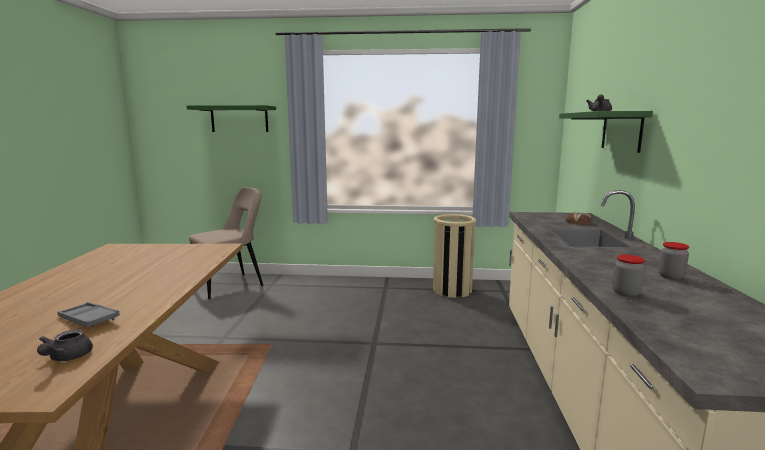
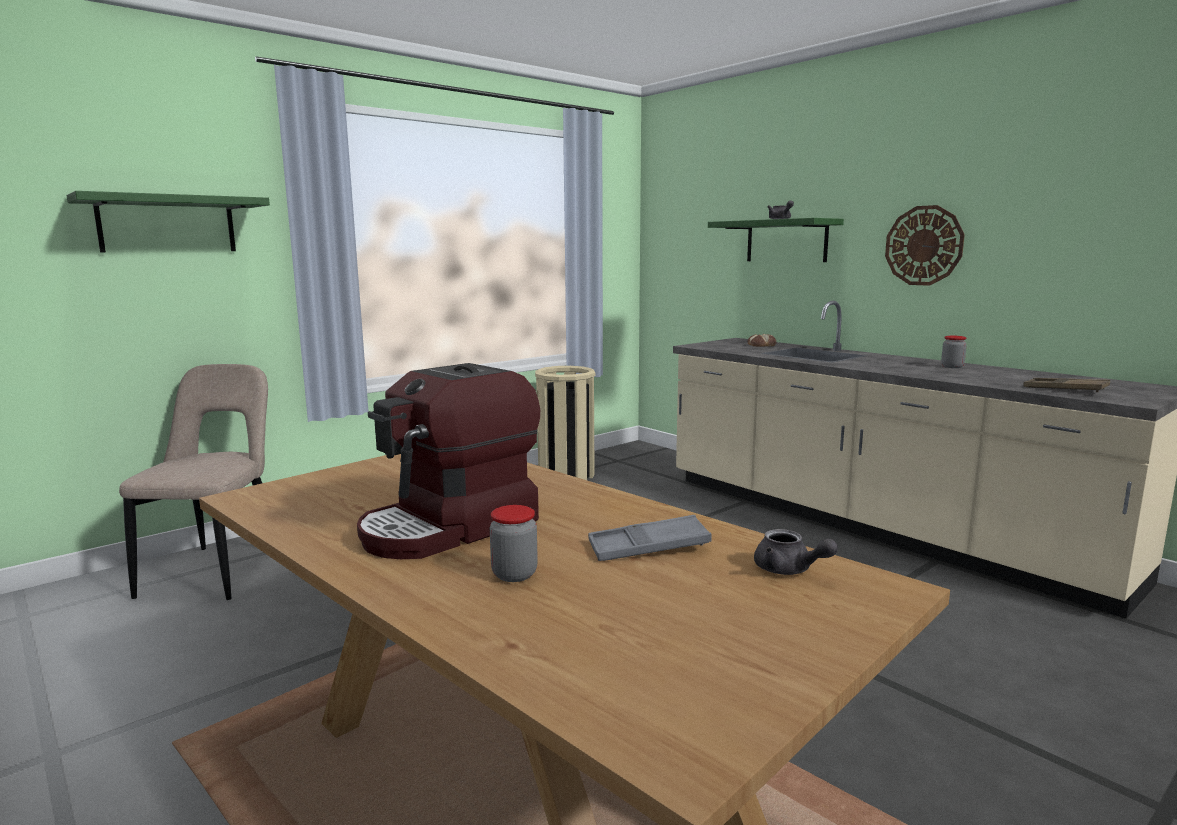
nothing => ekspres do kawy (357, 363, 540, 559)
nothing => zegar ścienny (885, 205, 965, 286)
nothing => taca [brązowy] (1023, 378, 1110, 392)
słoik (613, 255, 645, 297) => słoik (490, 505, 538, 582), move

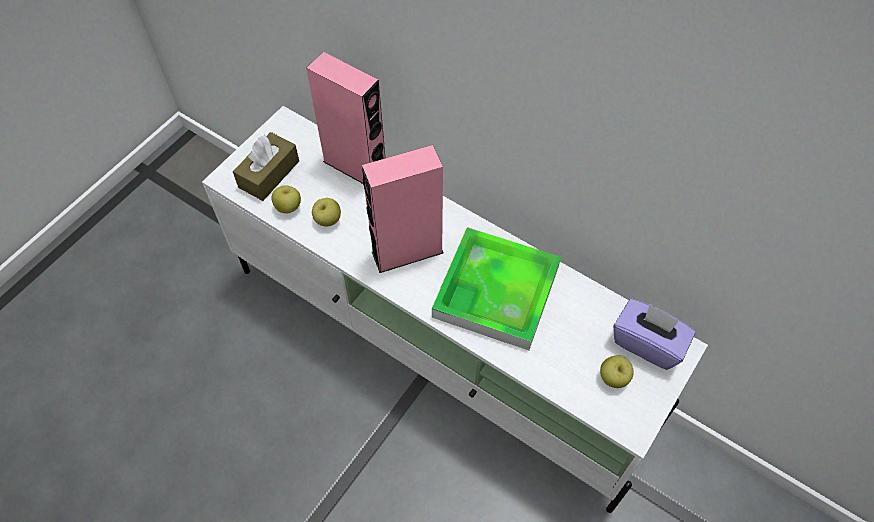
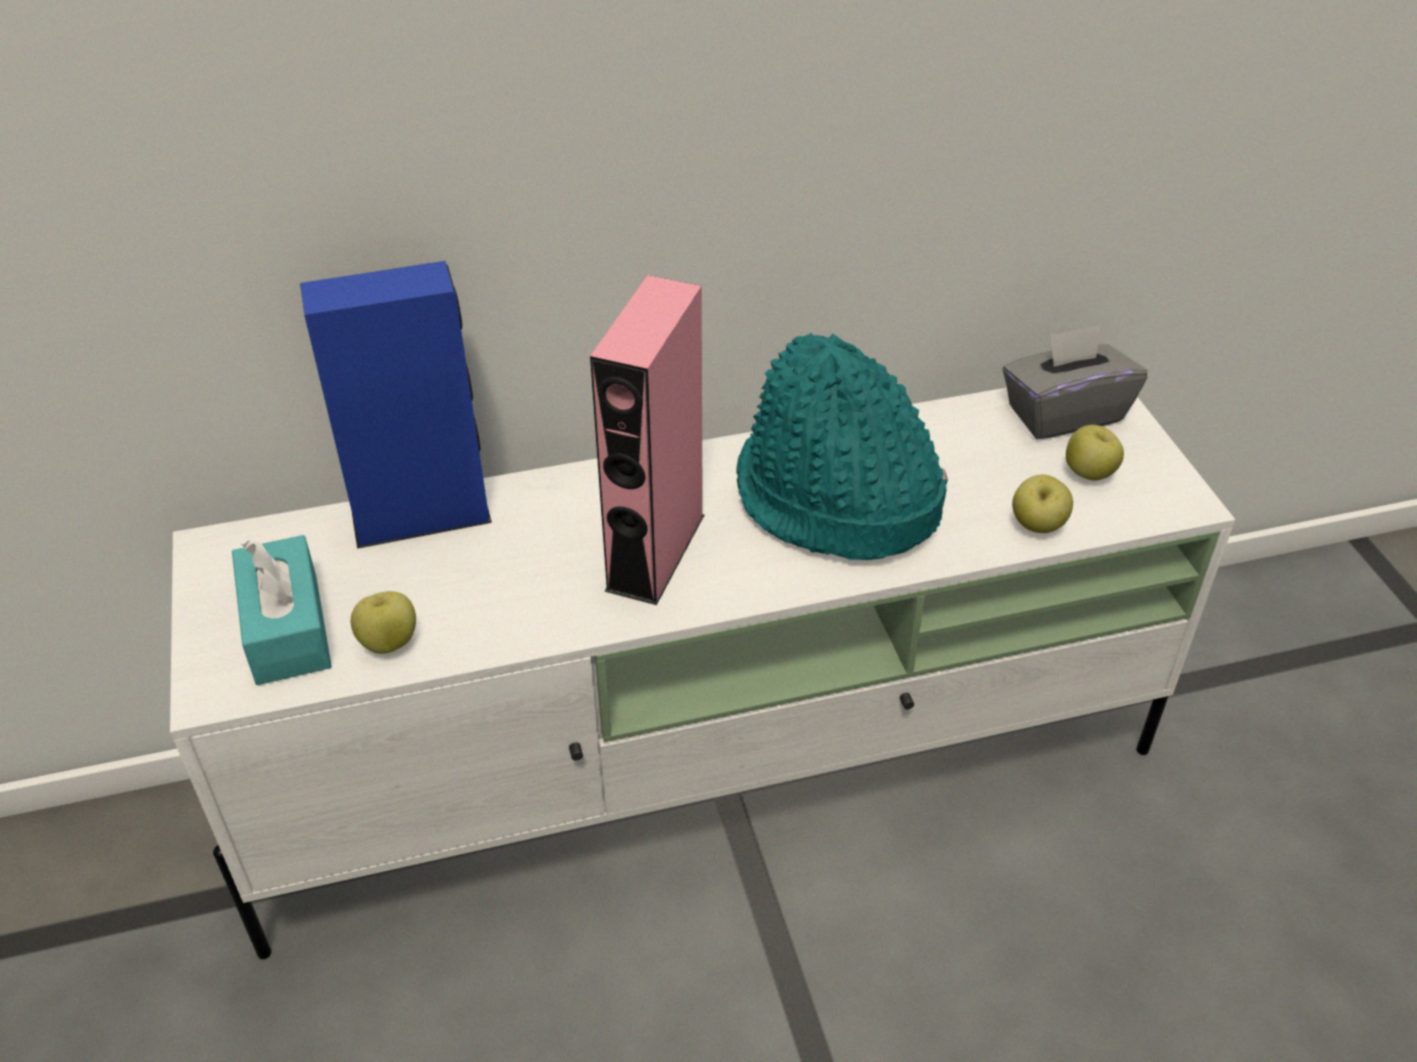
jabłko (312, 198, 341, 227) => jabłko (1012, 475, 1073, 533), move
taca (432, 227, 561, 350) => kapelusz [turkusowy] (736, 333, 948, 560)
pudełko chusteczek [brązowy] (233, 132, 299, 201) => pudełko chusteczek [turkusowy] (232, 535, 332, 685)
głośnik [różowy] (306, 52, 385, 184) => głośnik [niebieski] (300, 261, 492, 549)
pudełko chusteczek [fioletowy] (613, 299, 695, 370) => pudełko chusteczek [szary] (1003, 326, 1147, 439)

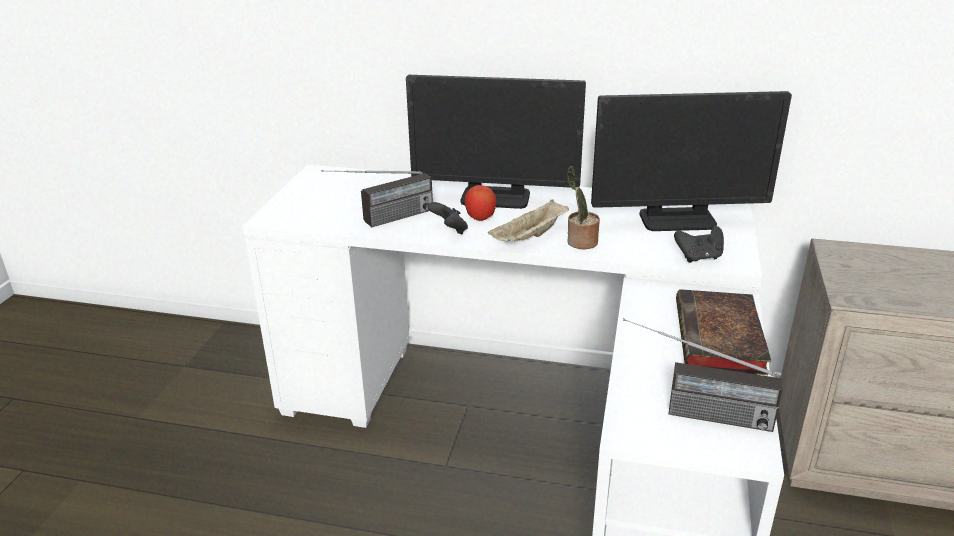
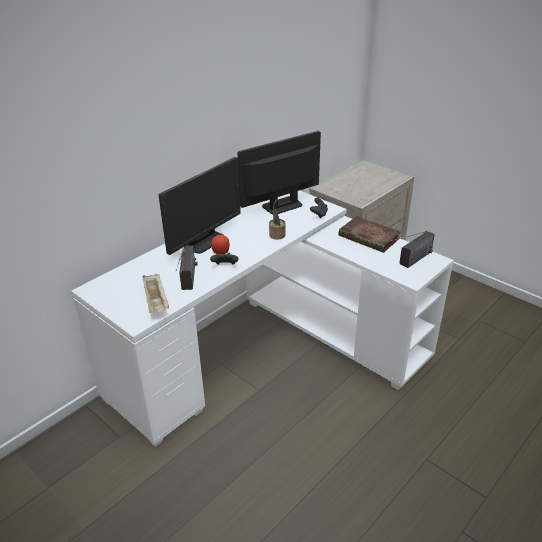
taca [beżowy] (488, 199, 569, 242) => taca [beżowy] (143, 274, 169, 313), move
monitor (591, 91, 792, 231) => monitor (237, 131, 321, 214), 150 degrees counterclockwise

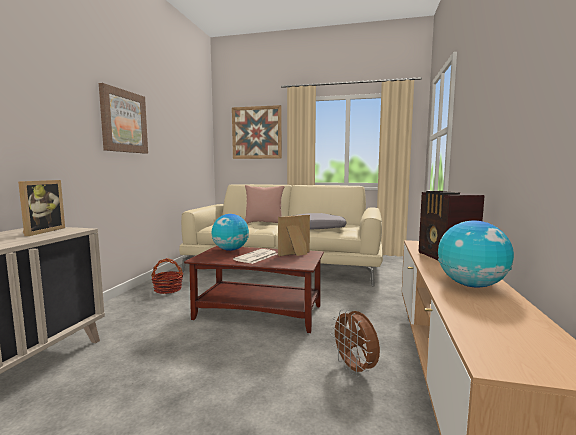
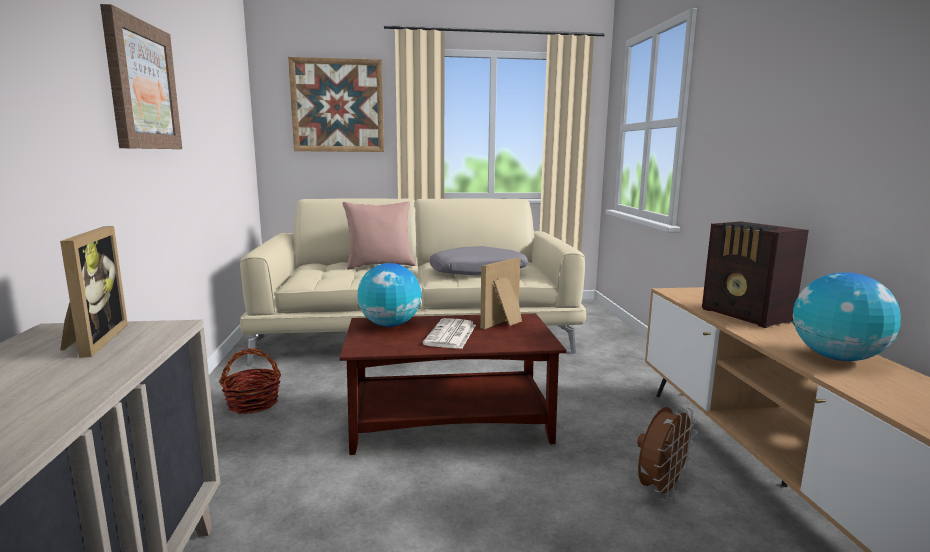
wentylator [brązowy] (330, 309, 380, 377) => wentylator [brązowy] (637, 407, 698, 501), 90 degrees counterclockwise

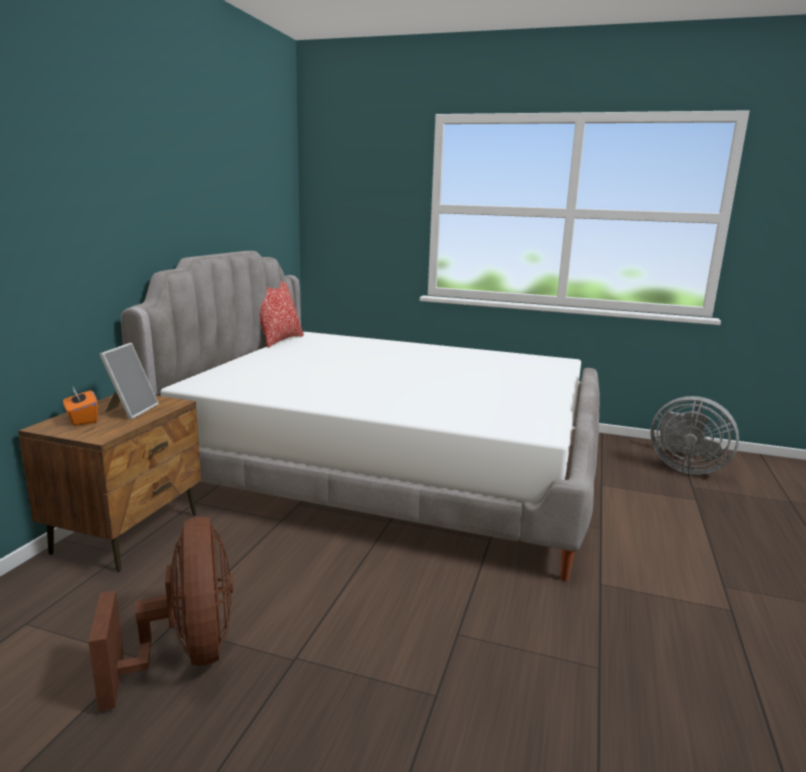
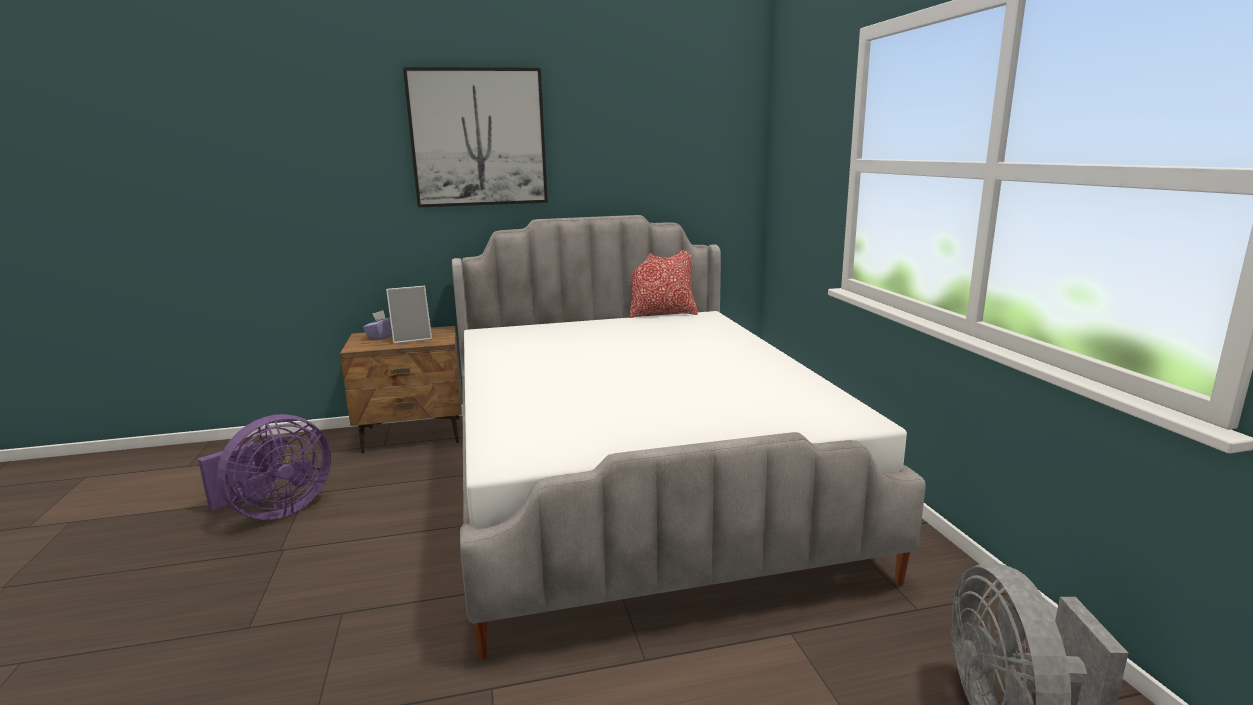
nothing => obraz (403, 67, 548, 207)
pudełko chusteczek [pomarańczowy] (63, 387, 98, 426) => pudełko chusteczek [fioletowy] (363, 310, 392, 340)
wentylator [brązowy] (88, 517, 233, 711) => wentylator [fioletowy] (198, 414, 331, 520)

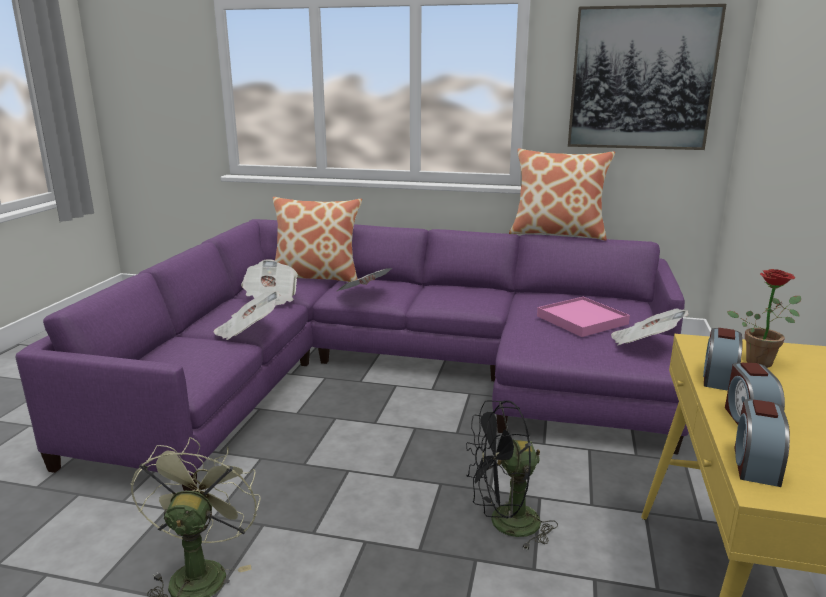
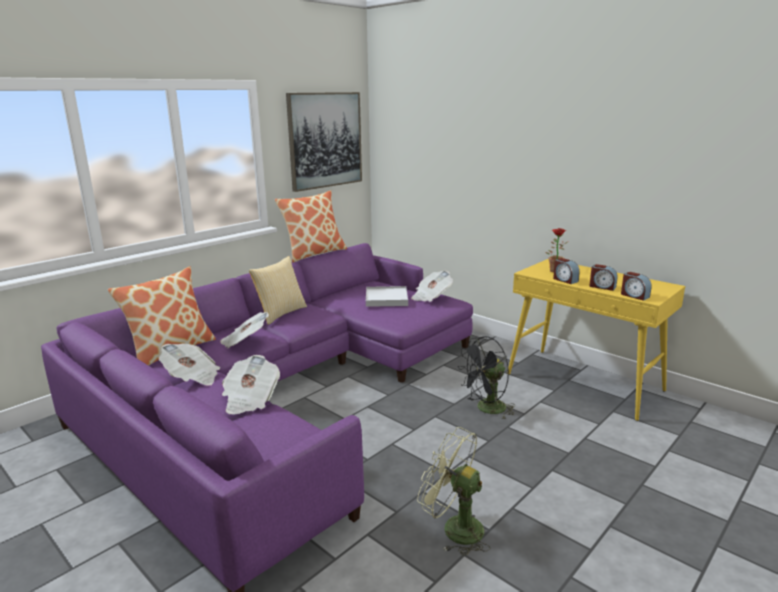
nothing => poduszka (249, 256, 307, 325)
taca [różowy] (537, 297, 630, 337) => taca [biały] (366, 286, 408, 307)
wentylator [czarny] (466, 400, 558, 551) => wentylator [czarny] (458, 336, 515, 419), 45 degrees clockwise

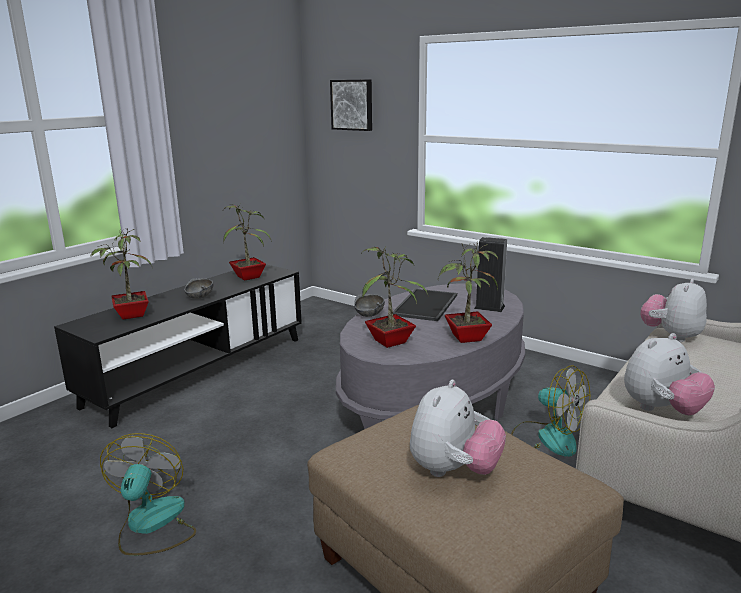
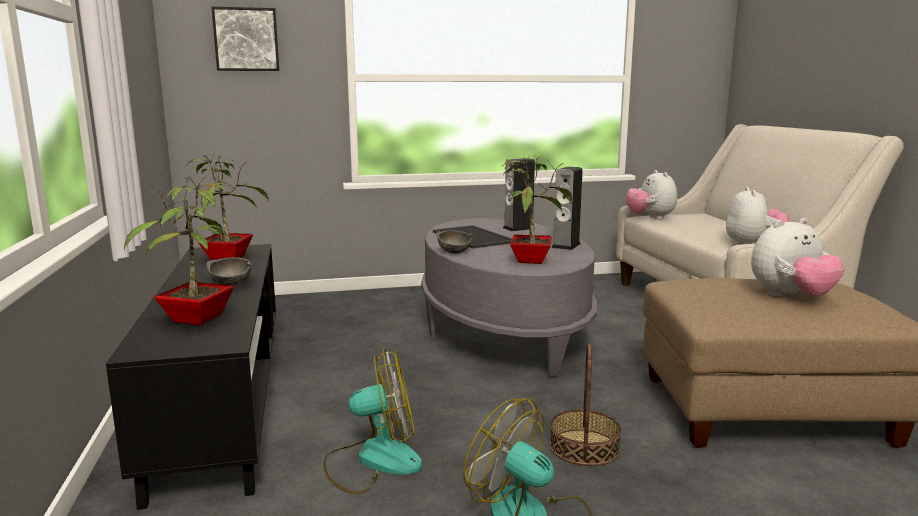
nothing => koszyk (550, 344, 621, 466)
wentylator (511, 366, 590, 457) => wentylator (323, 348, 422, 494), move
roślina doniczkowa (438, 242, 498, 343) => głośnik (551, 167, 583, 250)
pluszak (410, 380, 506, 477) => pluszak (751, 218, 845, 297), 90 degrees clockwise

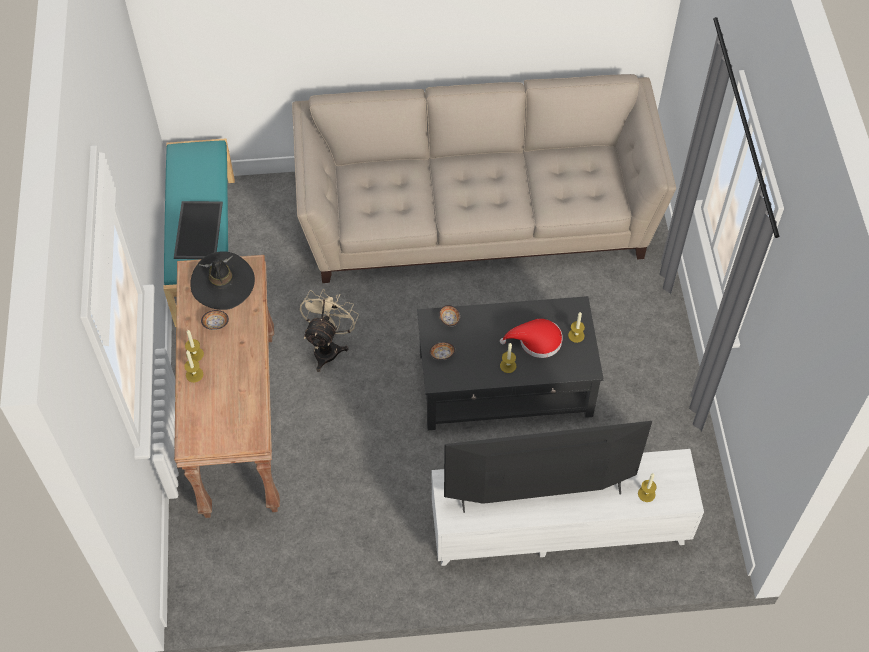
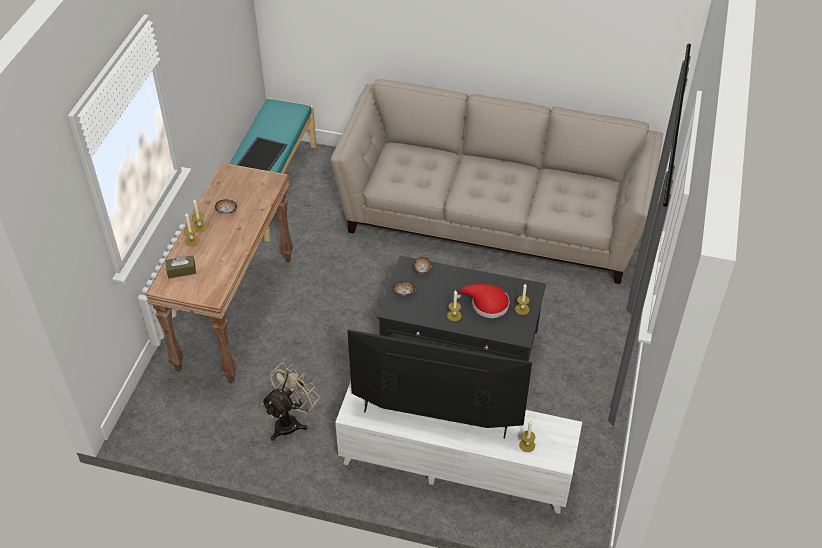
kapelusz [czarny] (190, 251, 255, 310) => nothing
nothing => pudełko chusteczek [brązowy] (165, 256, 196, 278)
wentylator [beżowy] (300, 289, 359, 372) => wentylator [beżowy] (261, 363, 320, 441), move

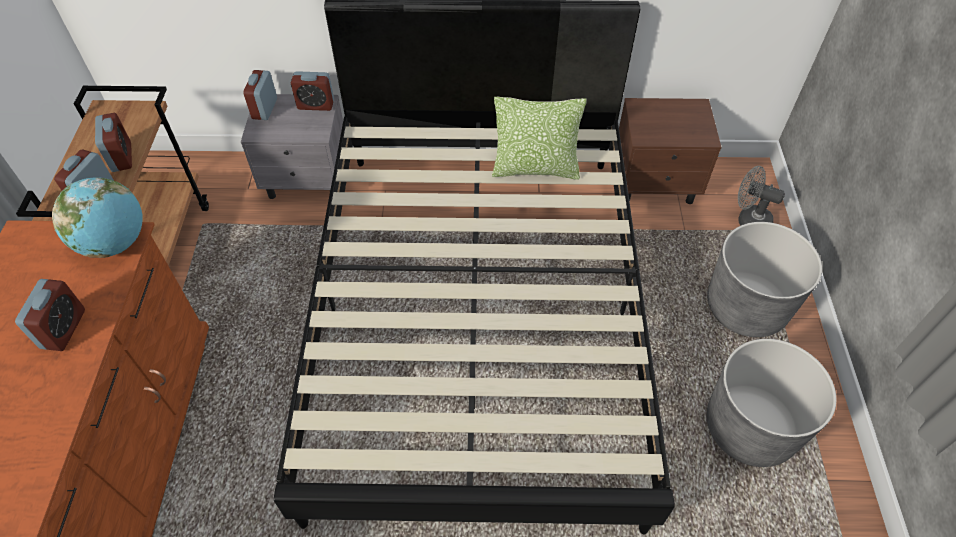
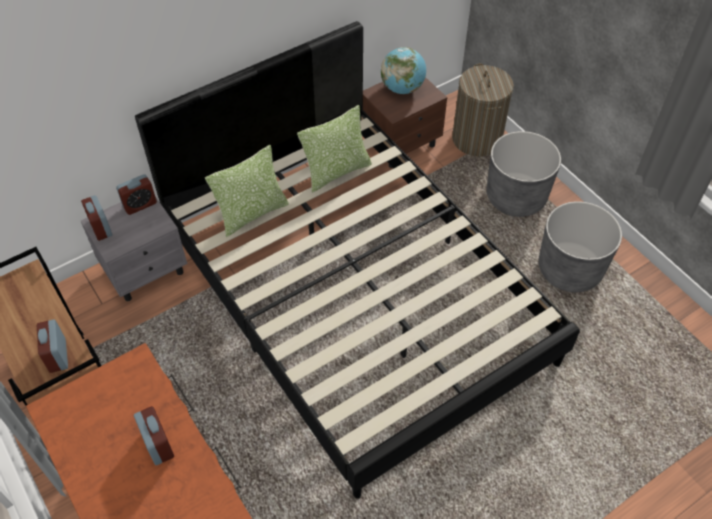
budzik (95, 113, 132, 172) => nothing
nothing => poduszka (205, 145, 289, 237)
globus (52, 177, 143, 258) => globus (381, 47, 426, 94), move
wentylator [szary] (738, 166, 785, 226) => kosz na pranie (452, 64, 514, 156)

